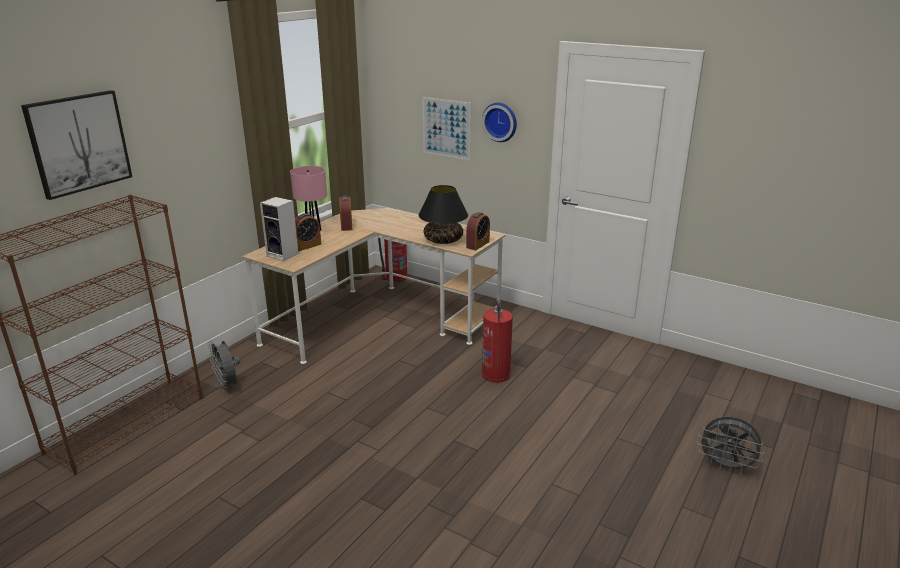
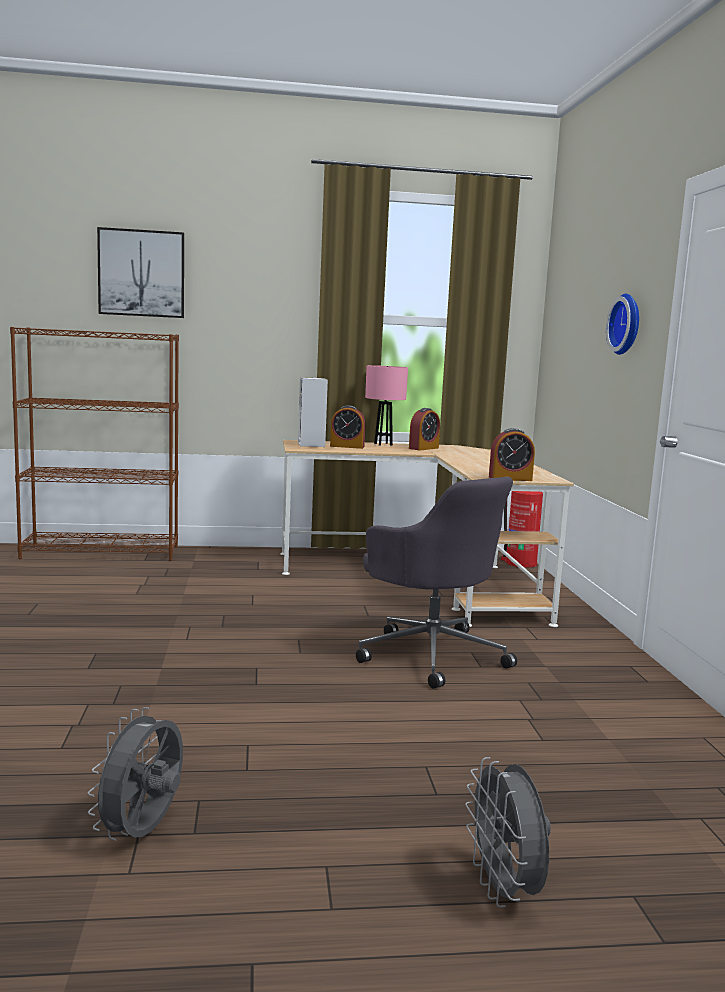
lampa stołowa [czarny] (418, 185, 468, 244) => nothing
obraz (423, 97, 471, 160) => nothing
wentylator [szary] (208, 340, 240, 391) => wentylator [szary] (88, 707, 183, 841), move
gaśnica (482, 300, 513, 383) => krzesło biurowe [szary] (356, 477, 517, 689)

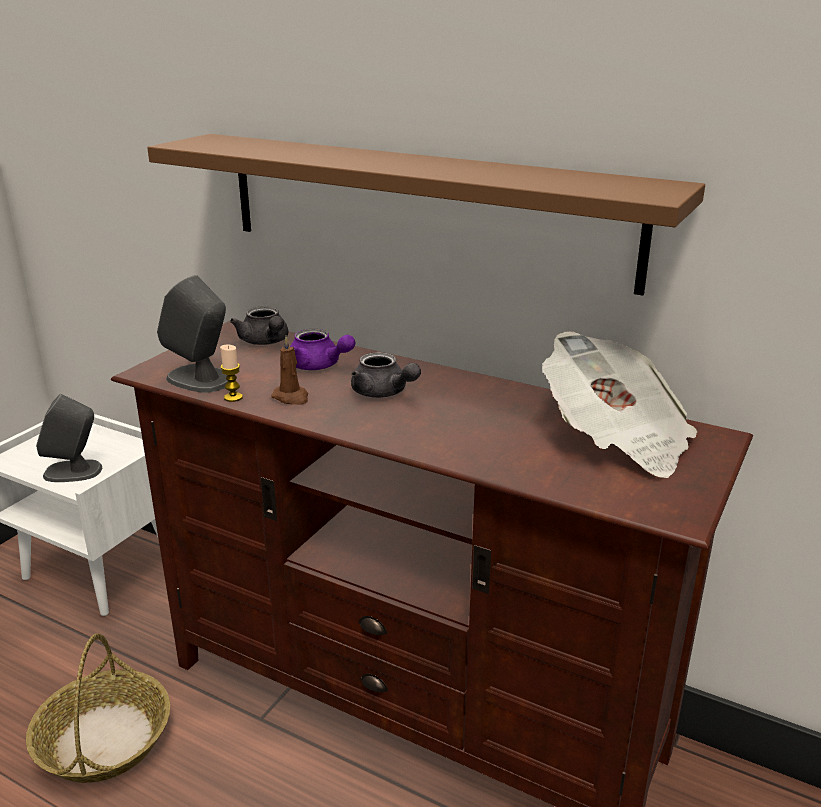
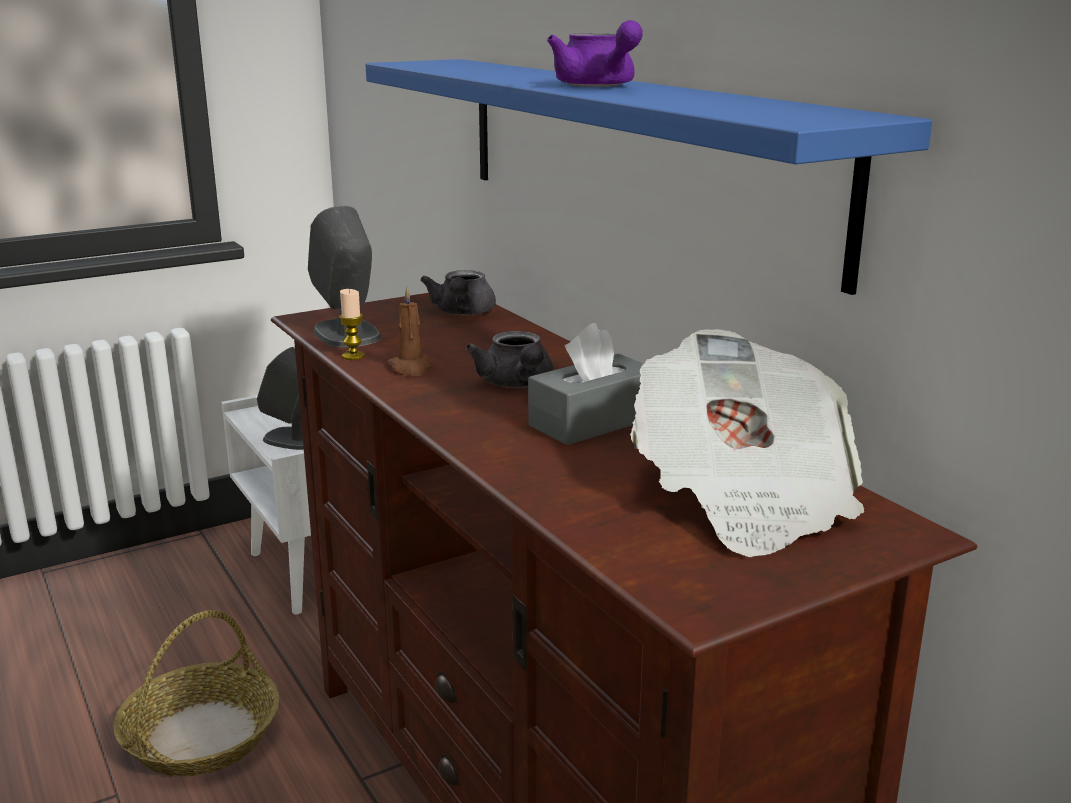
nothing => pudełko chusteczek [szary] (528, 323, 644, 445)
imbryk [fioletowy] (290, 329, 355, 370) => imbryk [fioletowy] (547, 20, 643, 87), move
półka [brązowy] (147, 134, 705, 295) => półka [niebieski] (365, 59, 932, 295)

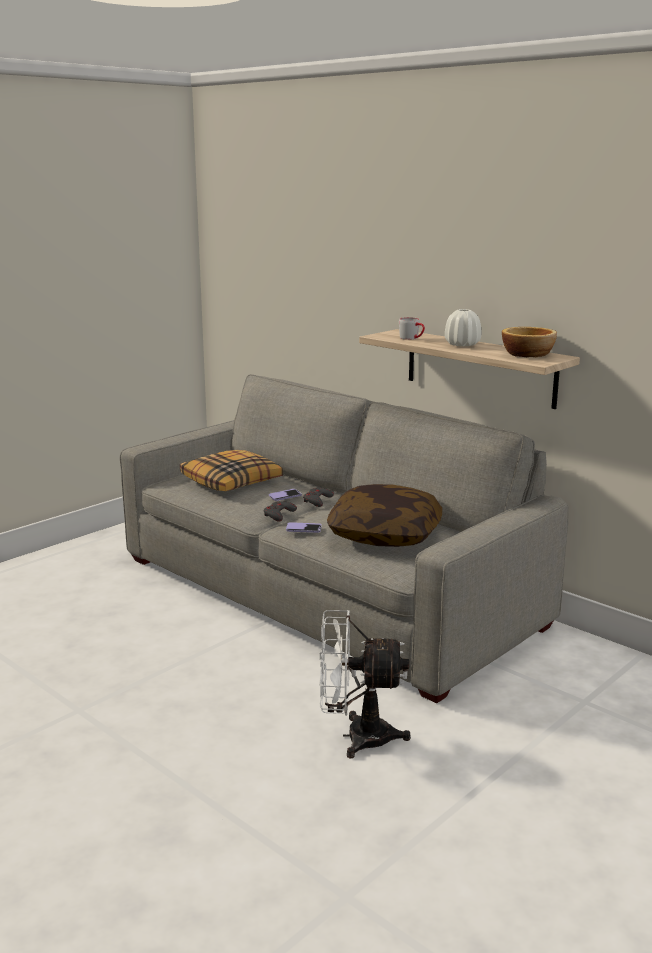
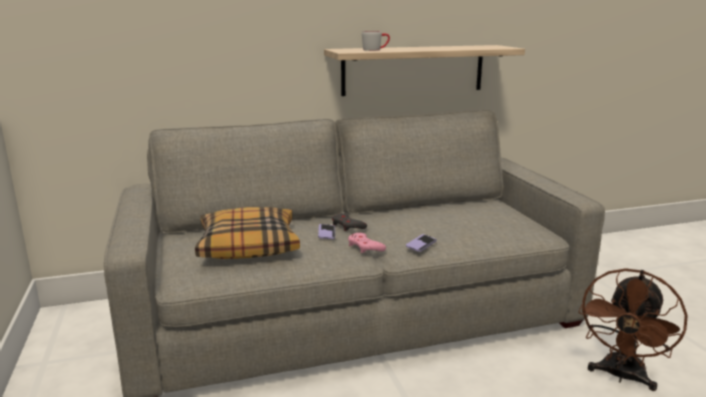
poduszka (327, 484, 442, 547) => nothing
wazon [biały] (445, 309, 482, 346) => nothing
miska (502, 327, 557, 357) => nothing
pad do gier [szary] (264, 501, 297, 522) => pad do gier [różowy] (348, 233, 386, 253)
wentylator [biały] (319, 610, 411, 758) => wentylator [brązowy] (578, 268, 687, 391)

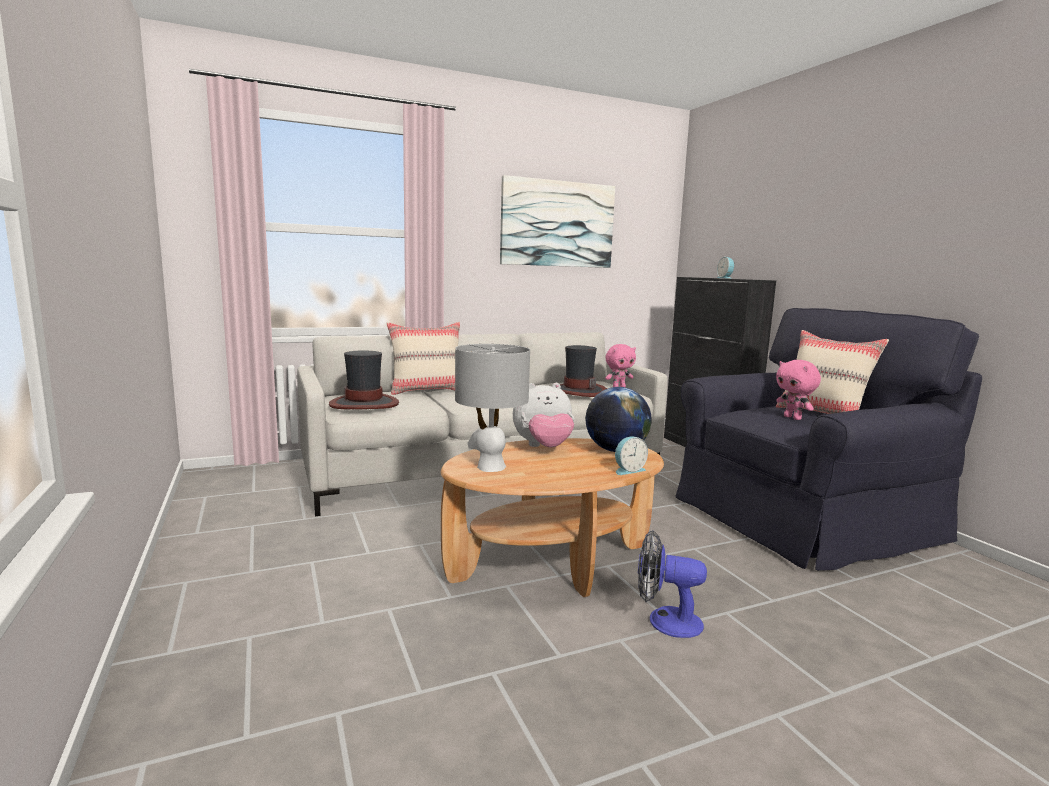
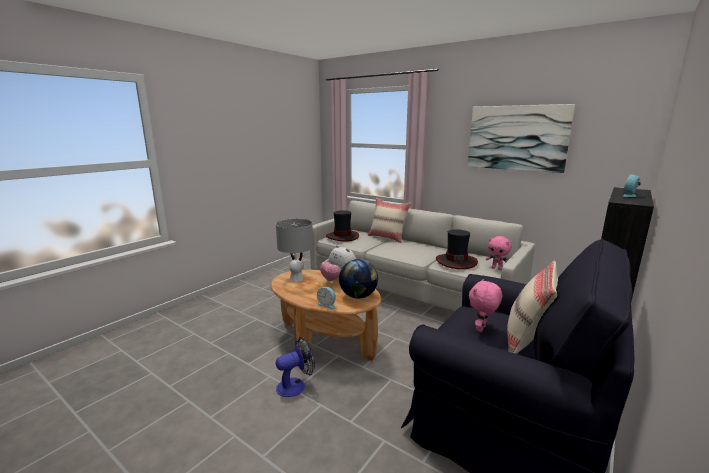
wentylator (638, 530, 707, 638) => wentylator (276, 337, 315, 397), 75 degrees clockwise

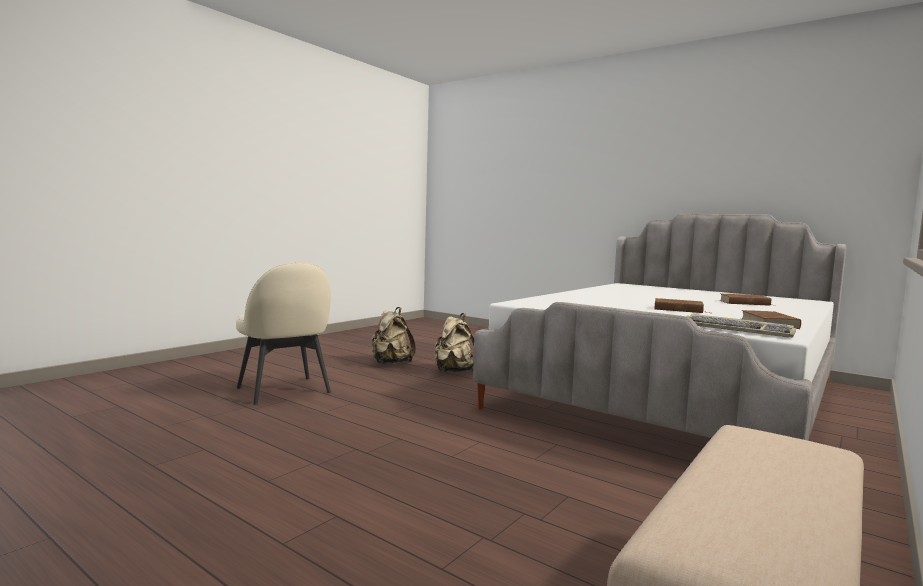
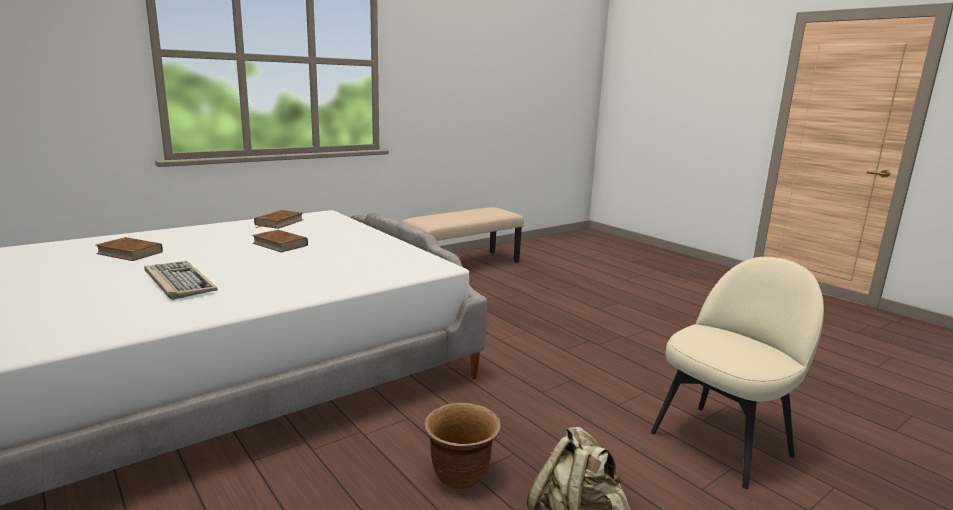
klawiatura (686, 314, 796, 338) => klawiatura (144, 261, 218, 300), move
plecak [beżowy] (434, 313, 474, 372) => donica [brązowy] (424, 403, 501, 489)
krzesło [beżowy] (236, 262, 331, 405) => krzesło [beżowy] (651, 257, 824, 489), 75 degrees clockwise

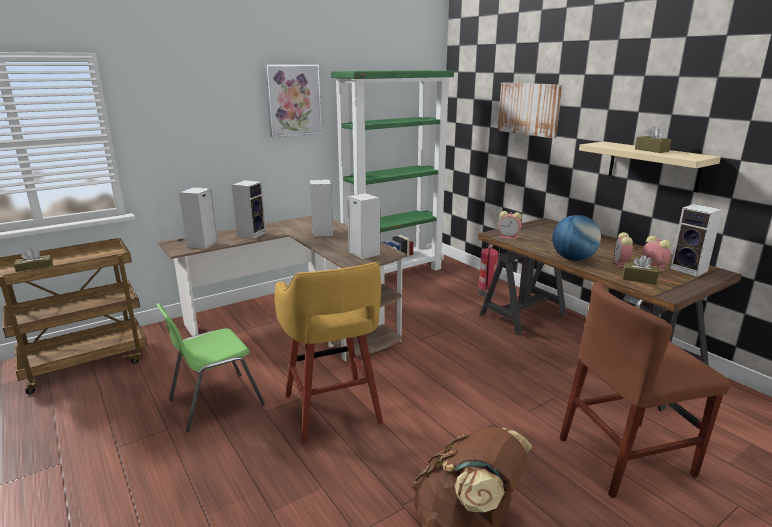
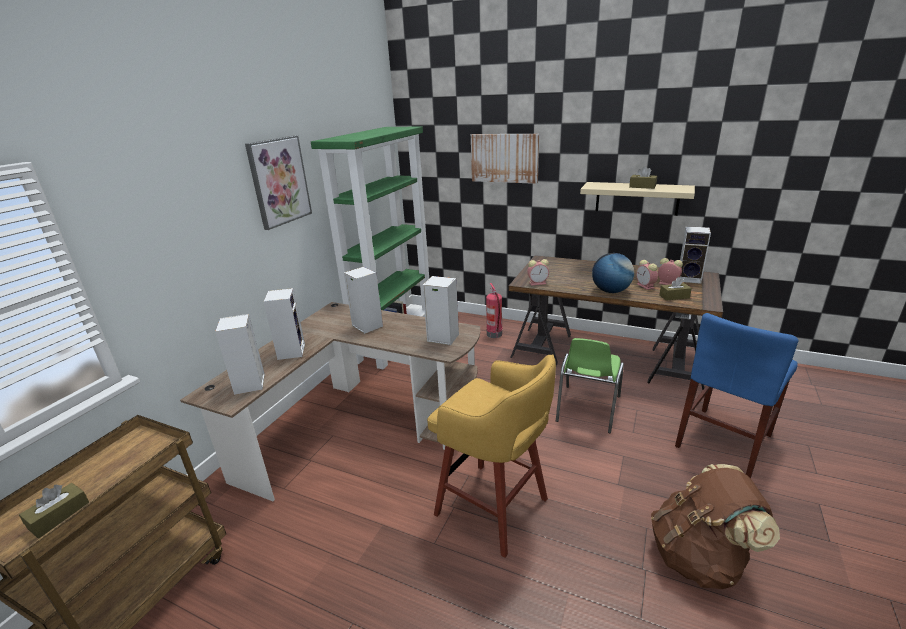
krzesło [zielony] (156, 303, 265, 432) => krzesło [zielony] (556, 338, 624, 433), move
krzesło [brązowy] (560, 281, 730, 498) => krzesło [niebieski] (675, 313, 799, 478)

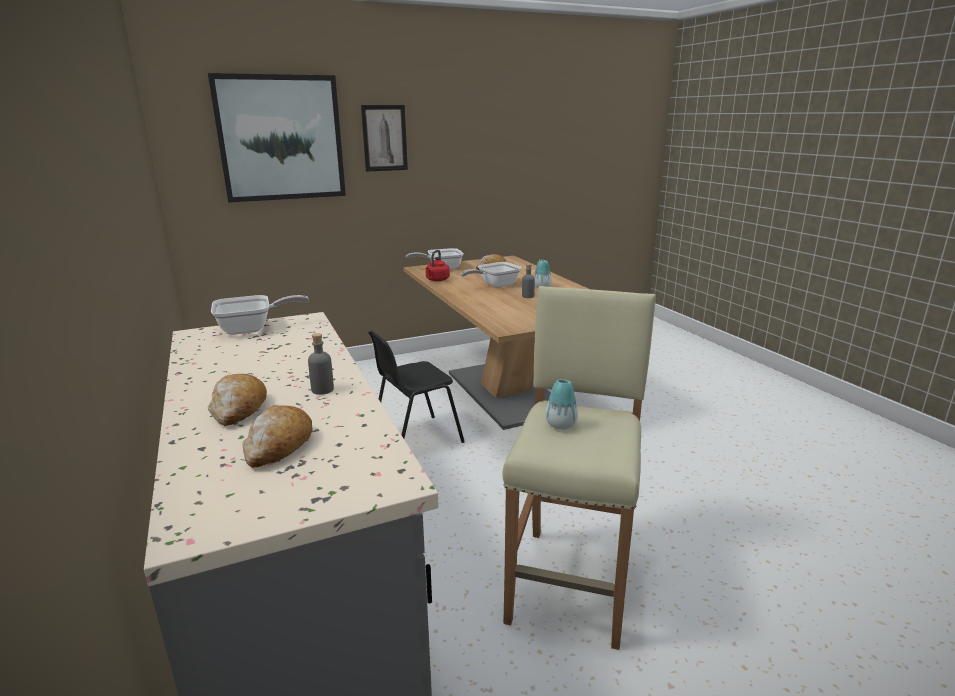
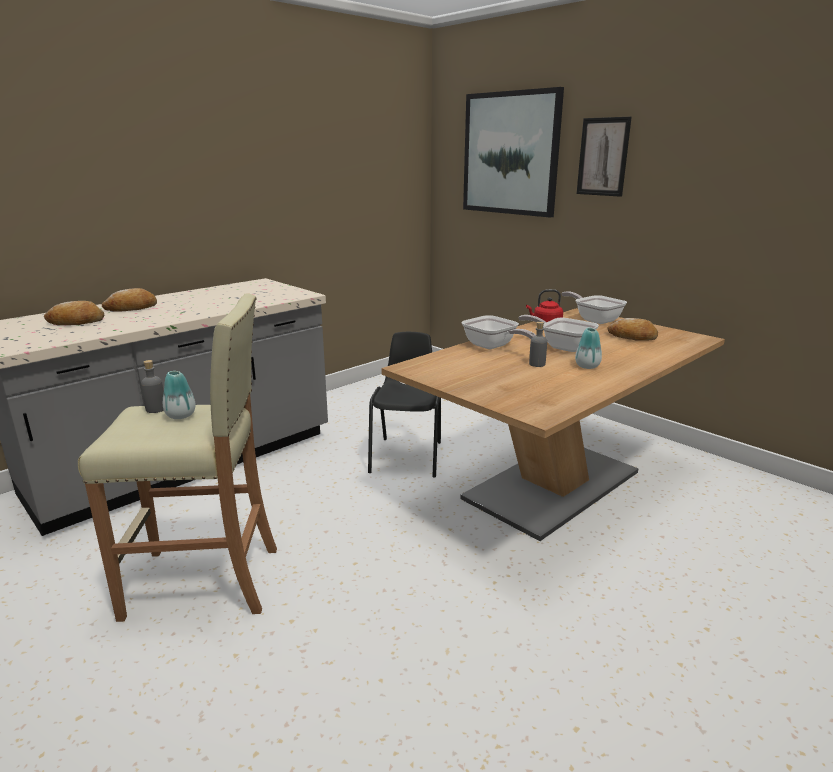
patelnia (211, 295, 309, 335) => patelnia (461, 315, 536, 349), move
butelka [szary] (308, 333, 334, 395) => butelka [szary] (141, 360, 164, 413), move
krzesło [czarny] (368, 331, 465, 443) => krzesło [czarny] (368, 332, 441, 478), 60 degrees clockwise

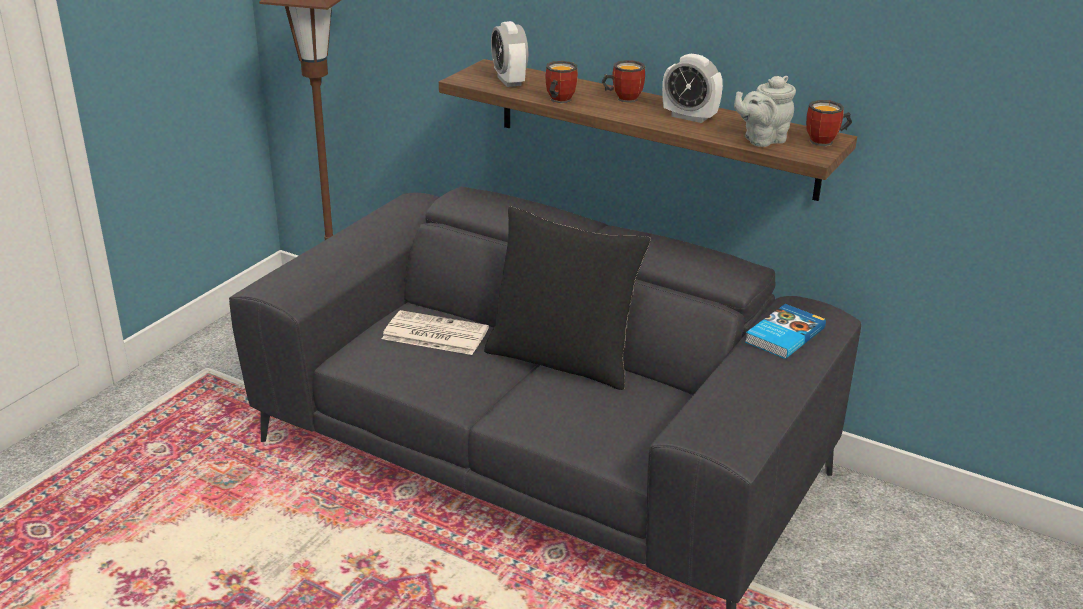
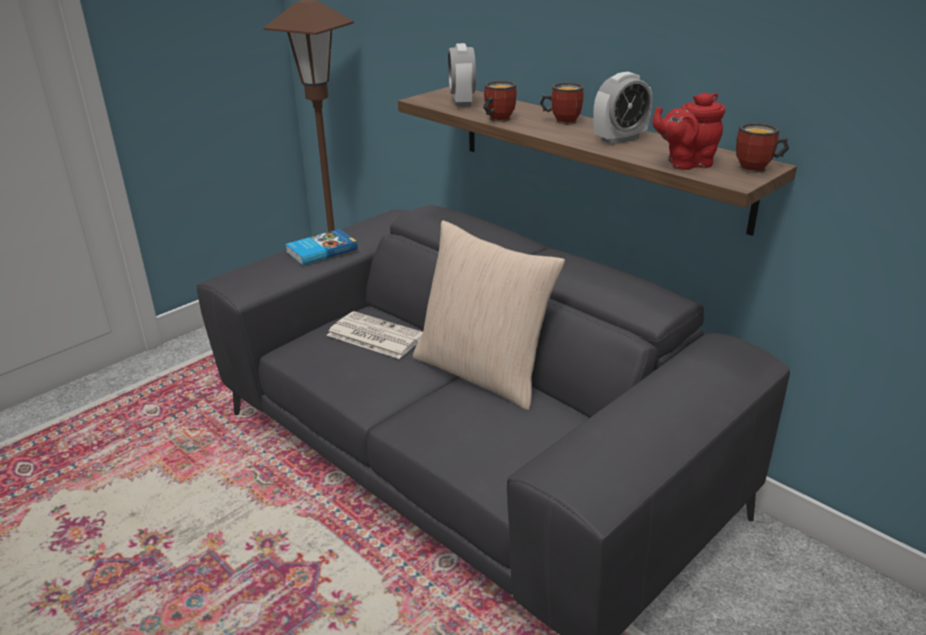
książka (745, 304, 826, 359) => książka (285, 229, 358, 266), move
poduszka [czarny] (484, 206, 651, 390) => poduszka [beżowy] (413, 220, 565, 410)
imbryk [szary] (734, 76, 796, 147) => imbryk [czerwony] (652, 93, 726, 170)
budzik (662, 54, 723, 123) => budzik (593, 72, 652, 145), 75 degrees counterclockwise

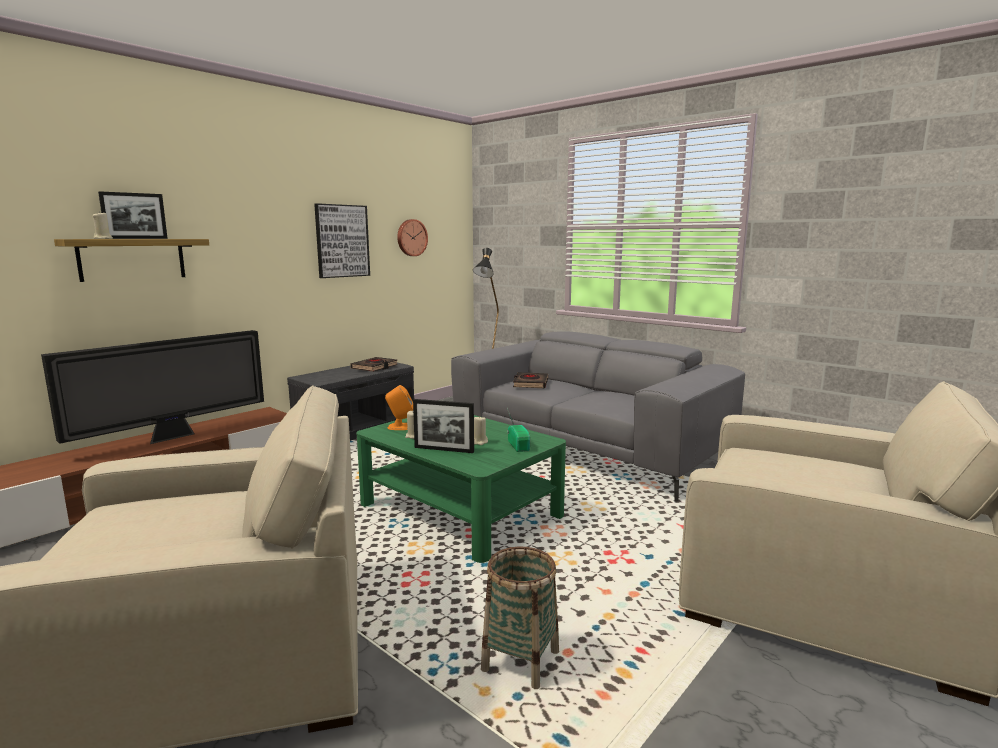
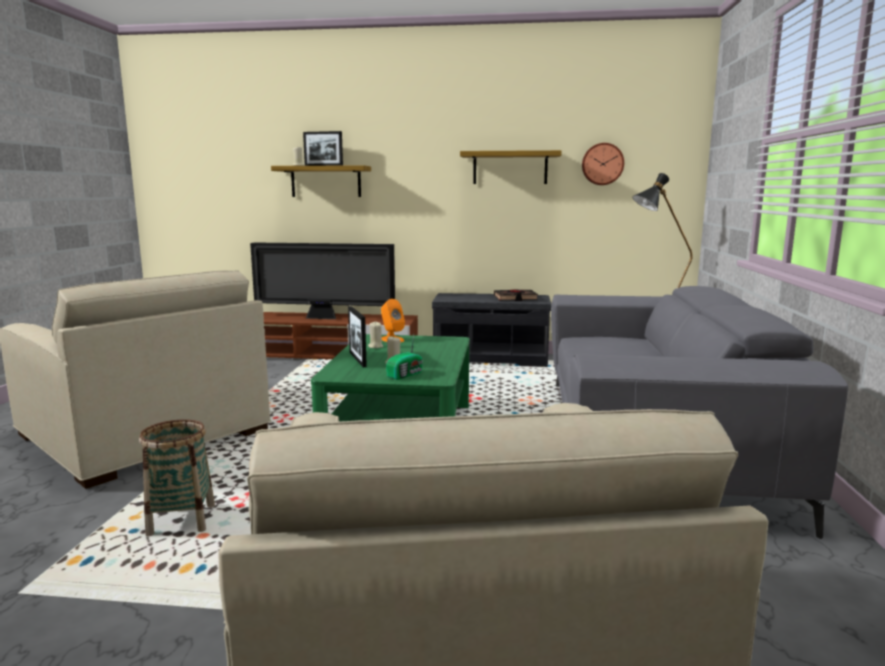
książka [czarny] (513, 372, 548, 388) => nothing
obraz (314, 203, 370, 278) => półka (460, 150, 562, 184)

